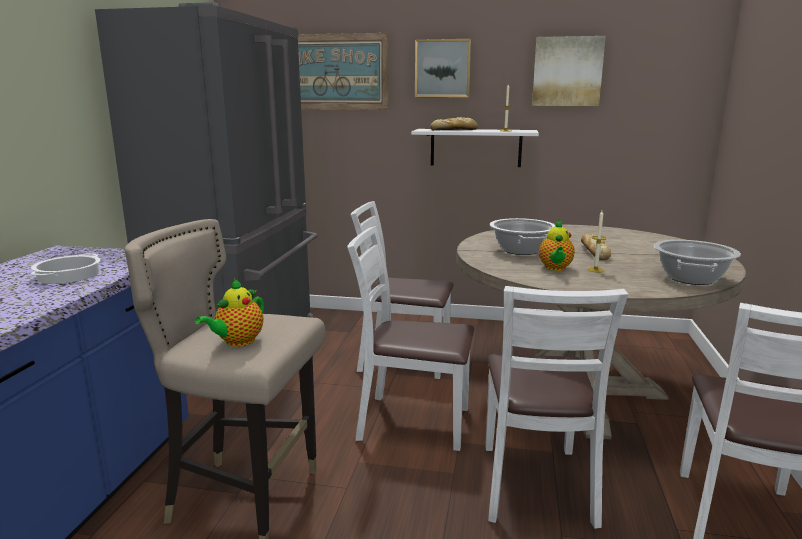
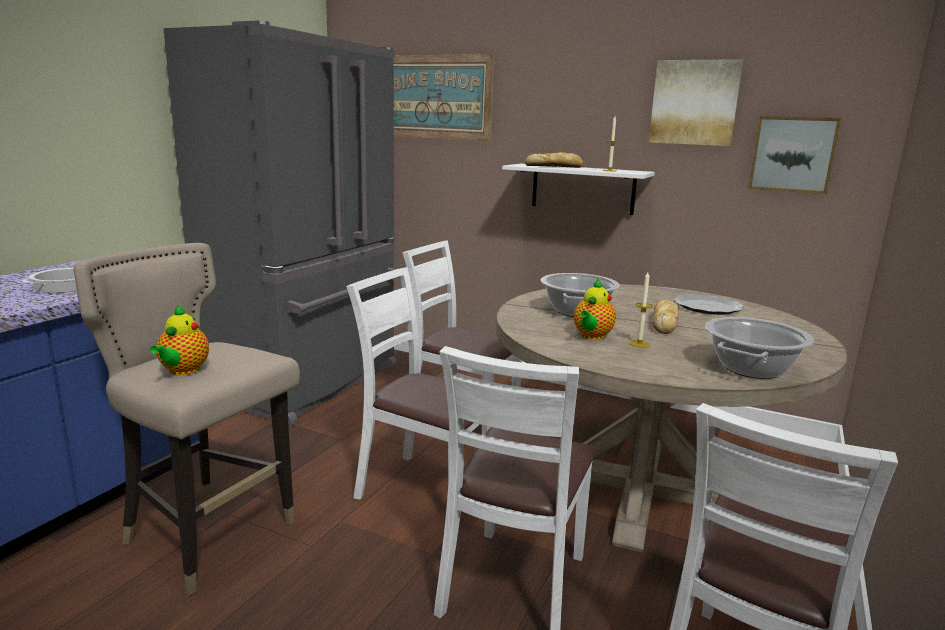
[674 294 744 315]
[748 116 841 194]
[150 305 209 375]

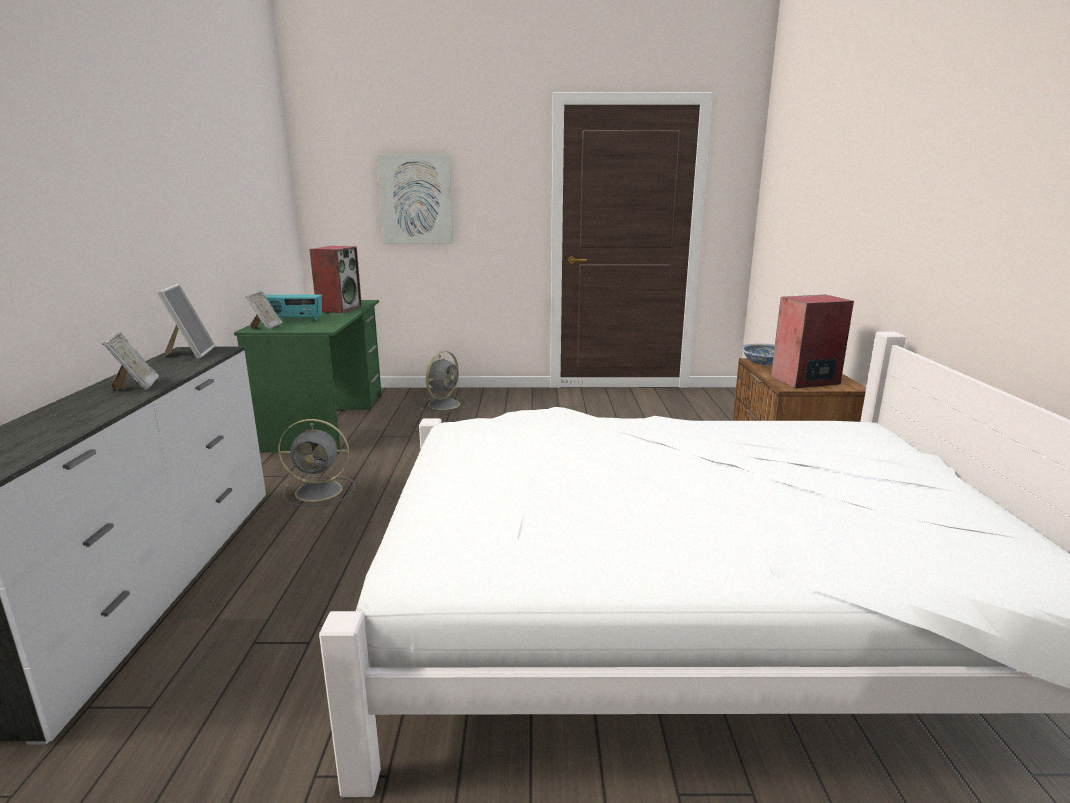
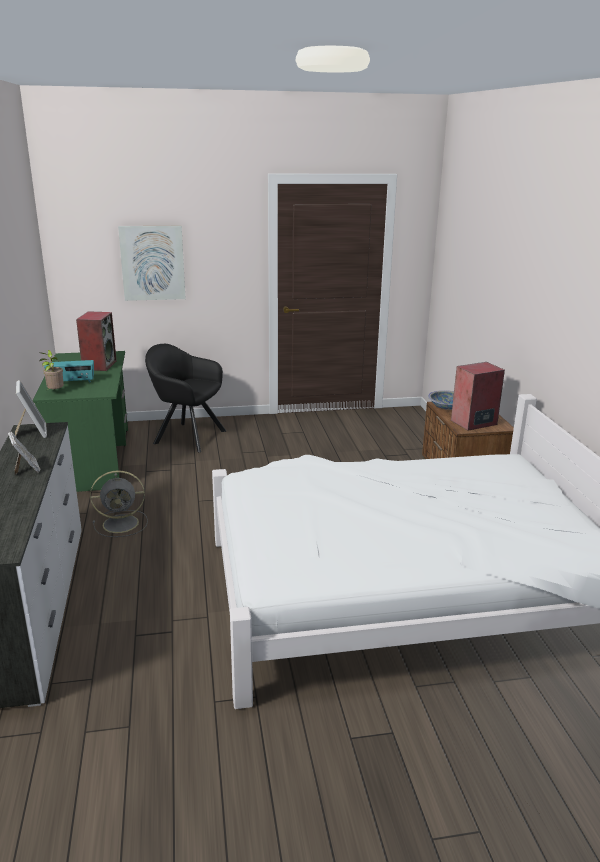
[39 350 64 390]
[145 344 226 453]

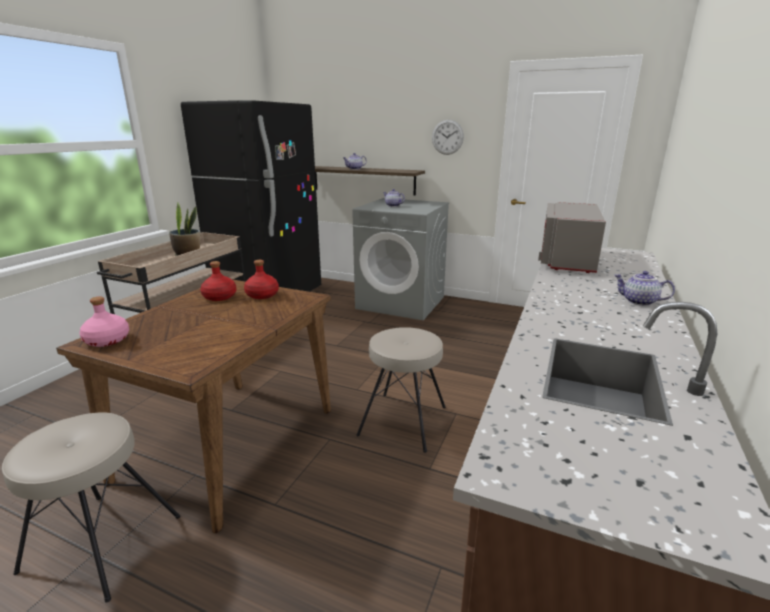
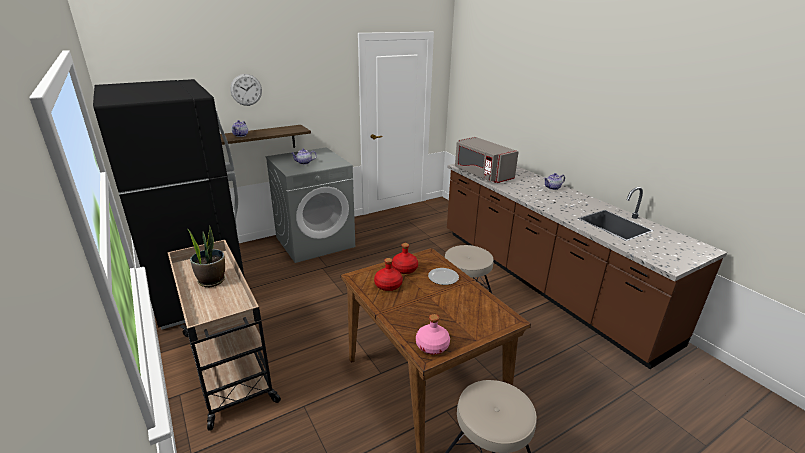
[428 268 459 285]
[230 74 262 106]

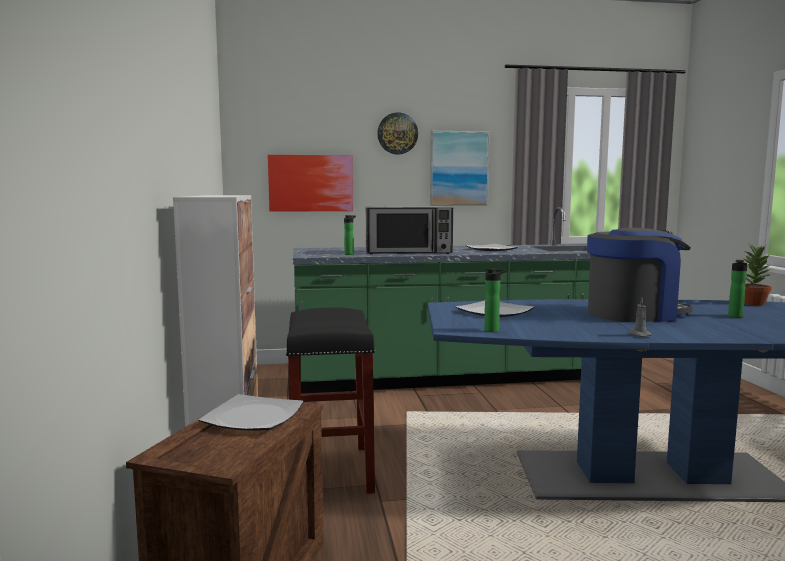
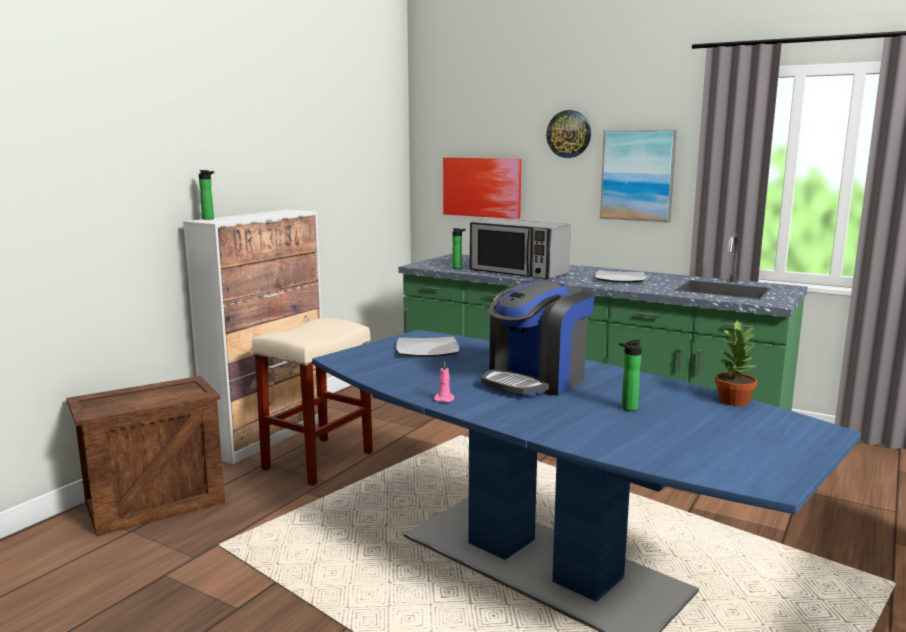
[199 394 303 431] (first image)
[199 170 214 220]
[252 318 373 486]
[434 361 454 402]
[481 281 595 397]

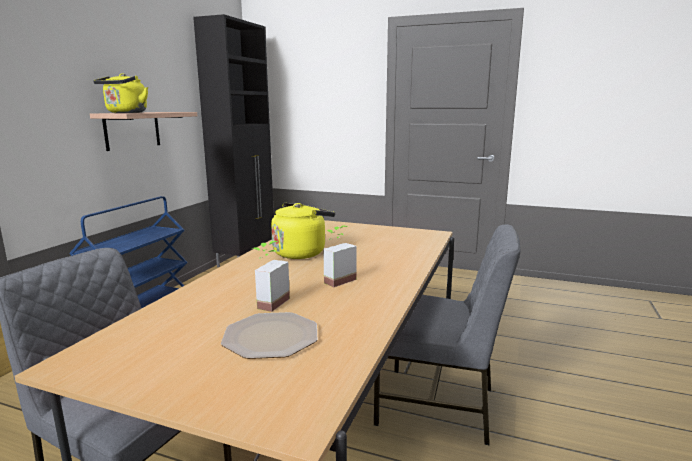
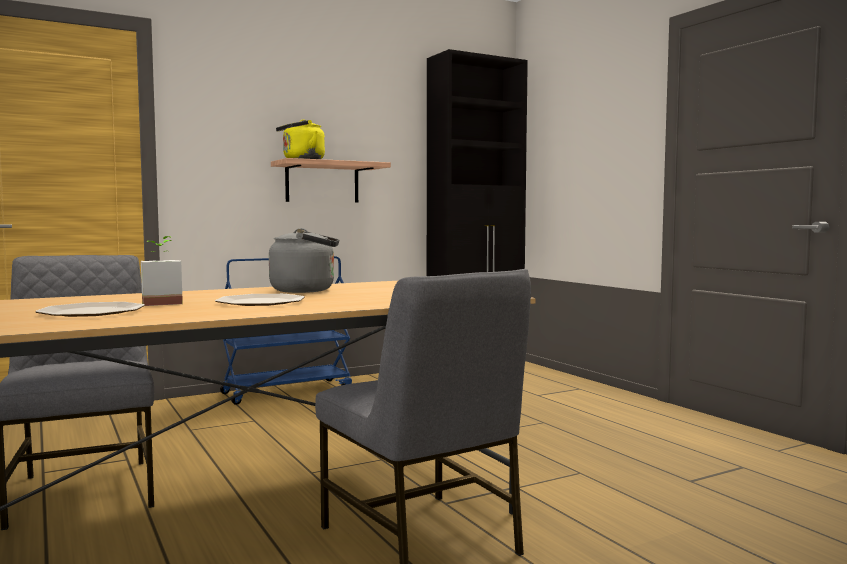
[215 294 304 306]
[269 228 339 293]

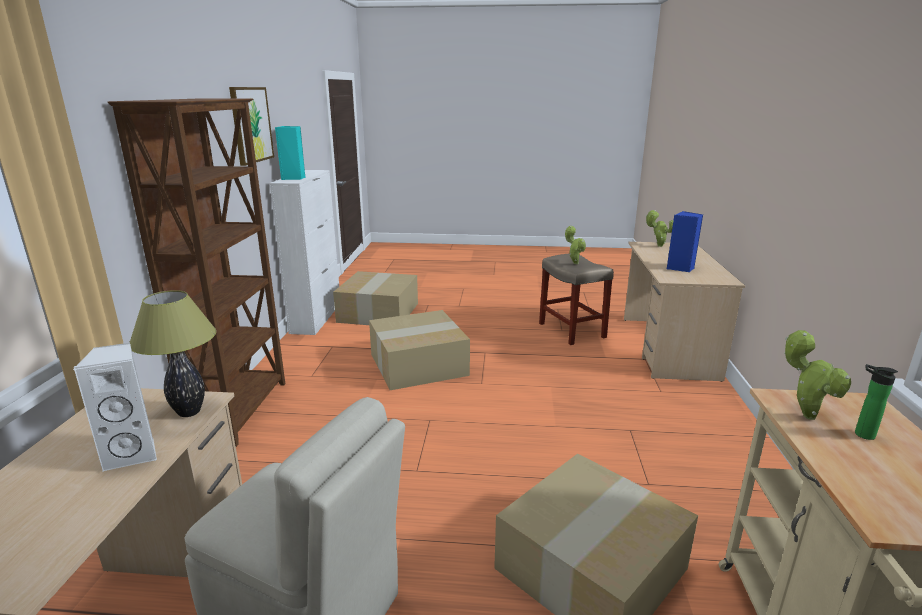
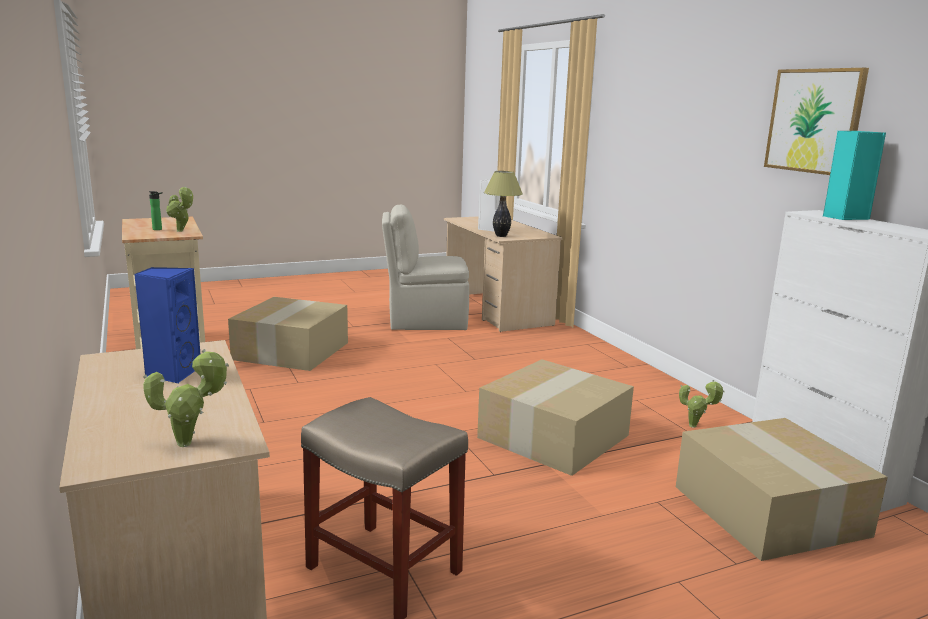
[107 98 285 447] (first image)
[679 380 725 428]

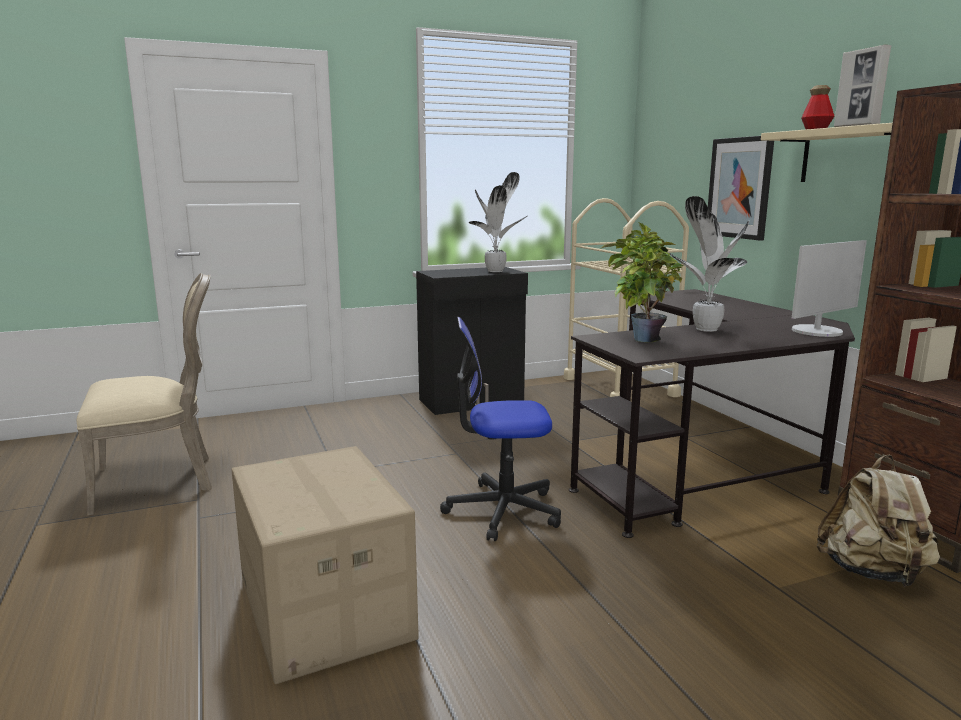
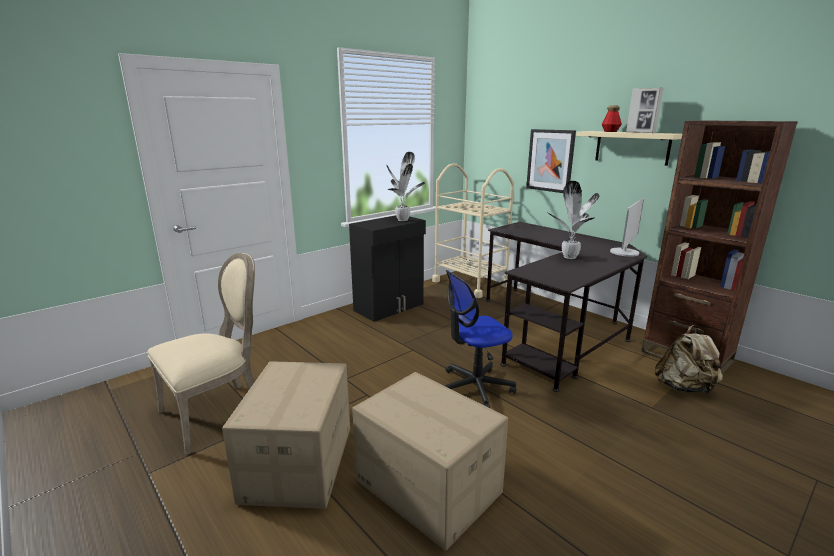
[600 222 684 342] (first image)
[222 361 350 509]

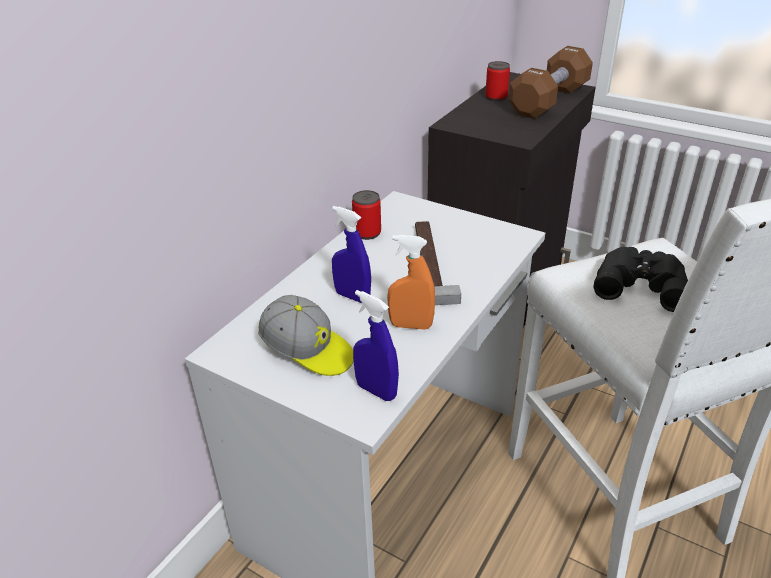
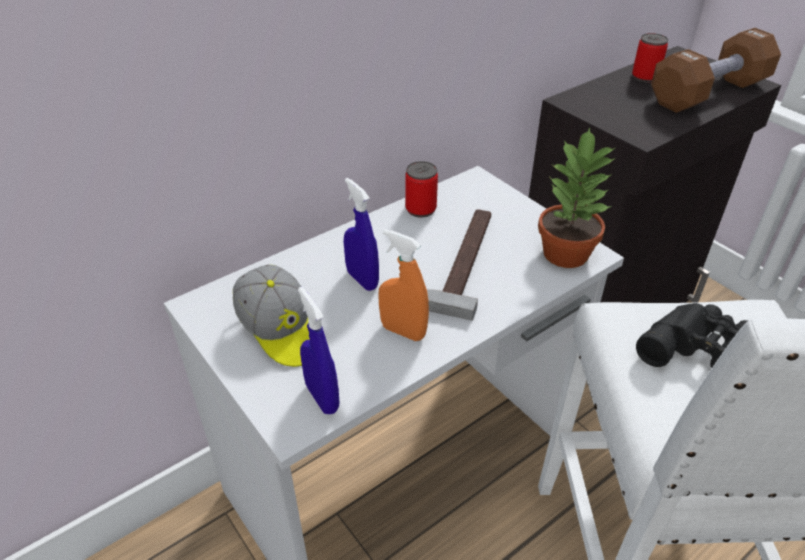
[538 128 616 268]

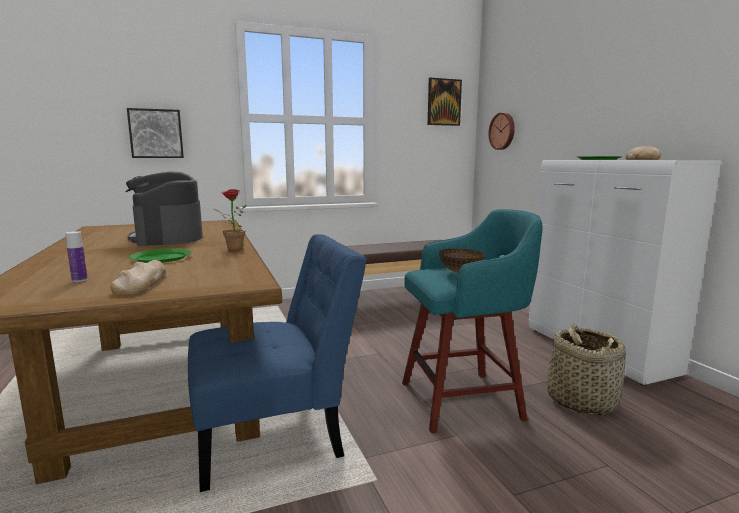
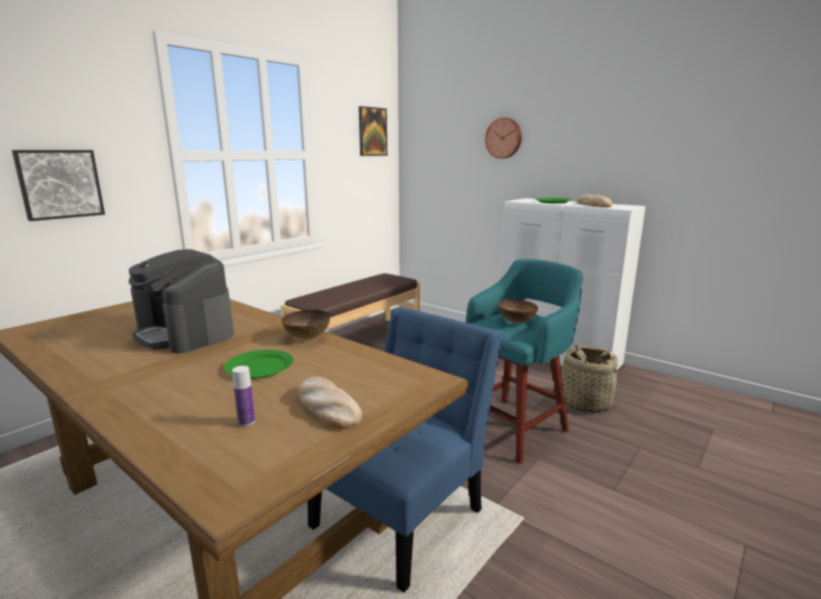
[485 117 522 159]
[281 310 330 339]

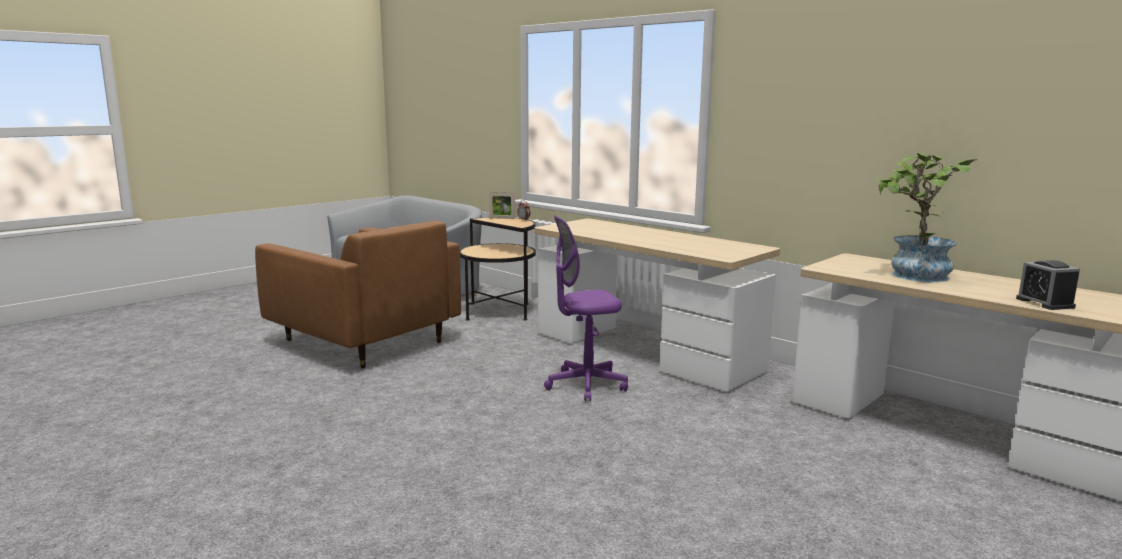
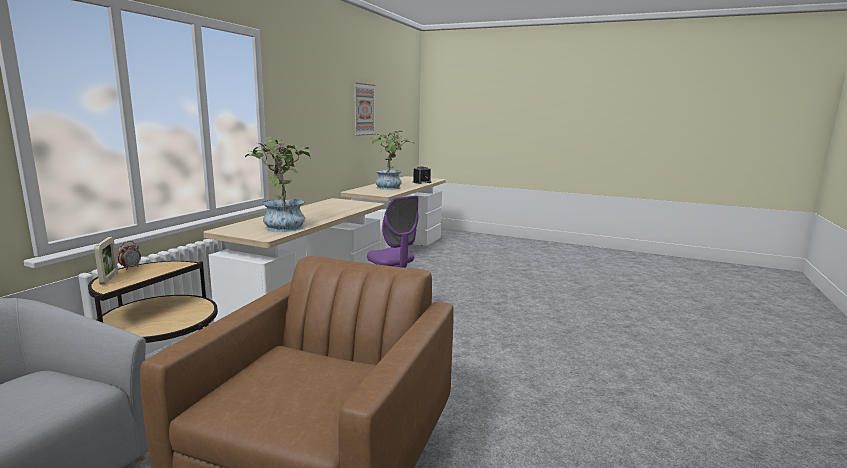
[245 137 311 232]
[354 82 376 136]

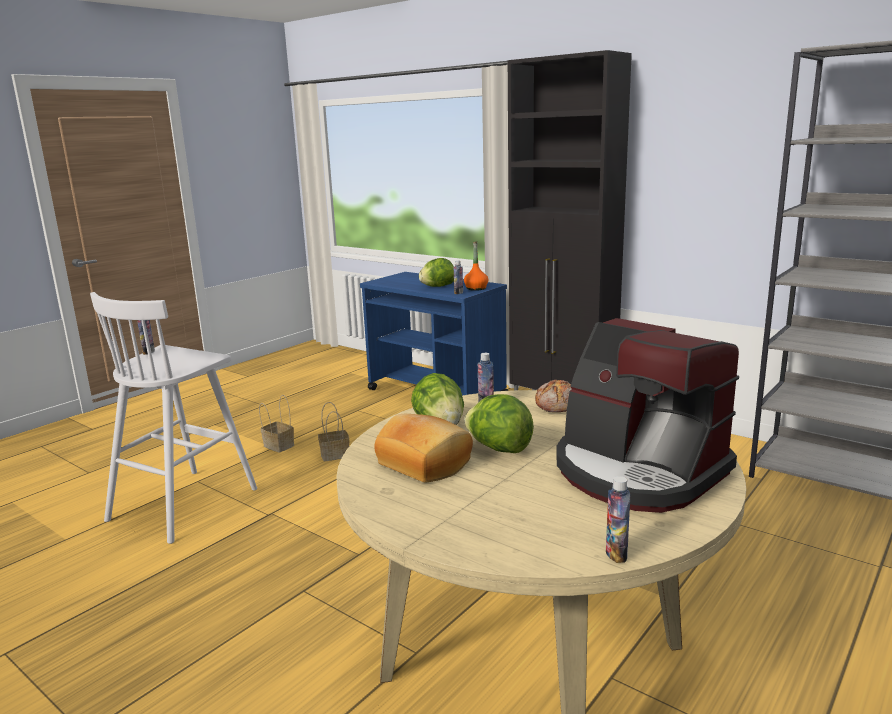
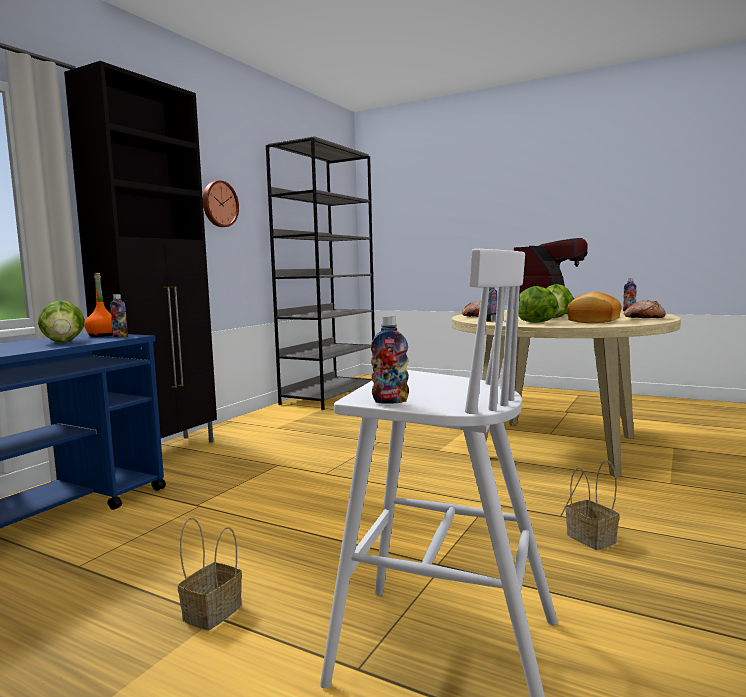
[203 180 239 227]
[624 300 666 318]
[565 461 620 550]

